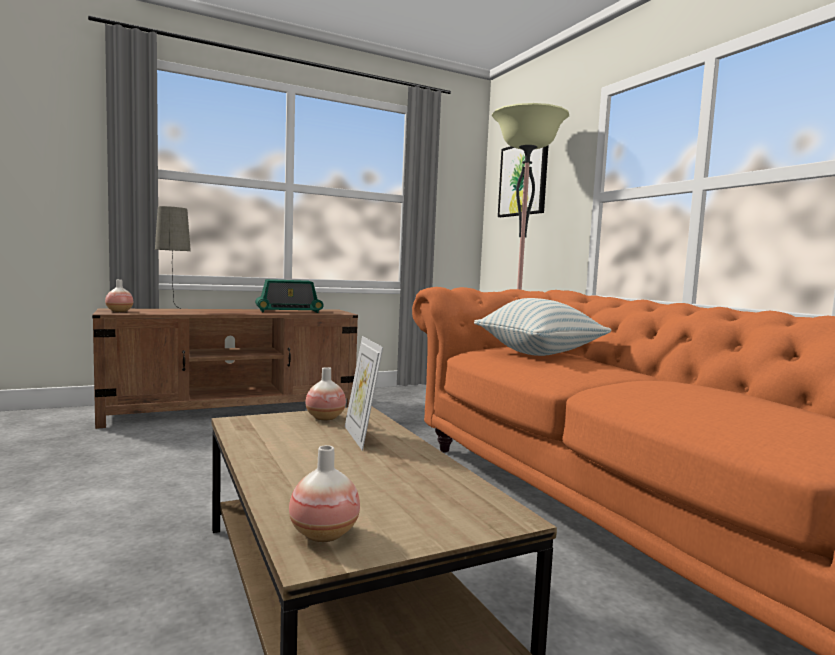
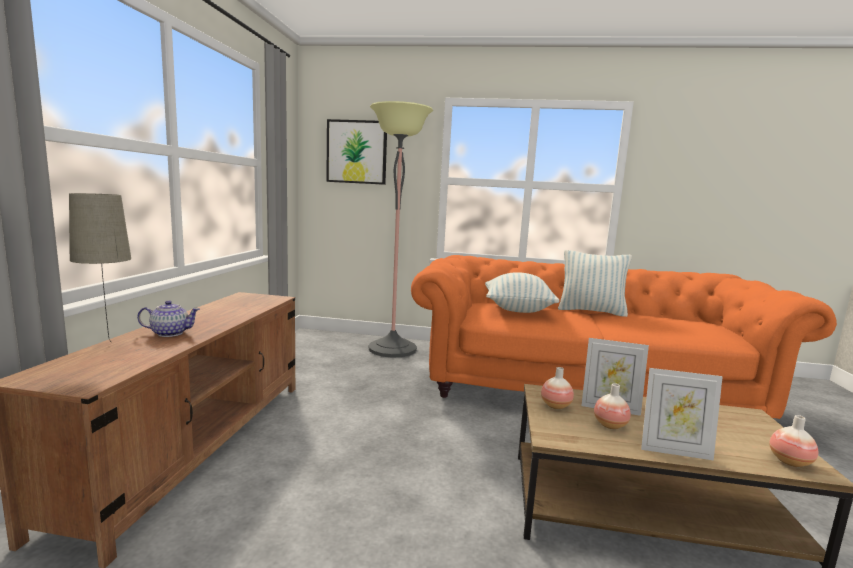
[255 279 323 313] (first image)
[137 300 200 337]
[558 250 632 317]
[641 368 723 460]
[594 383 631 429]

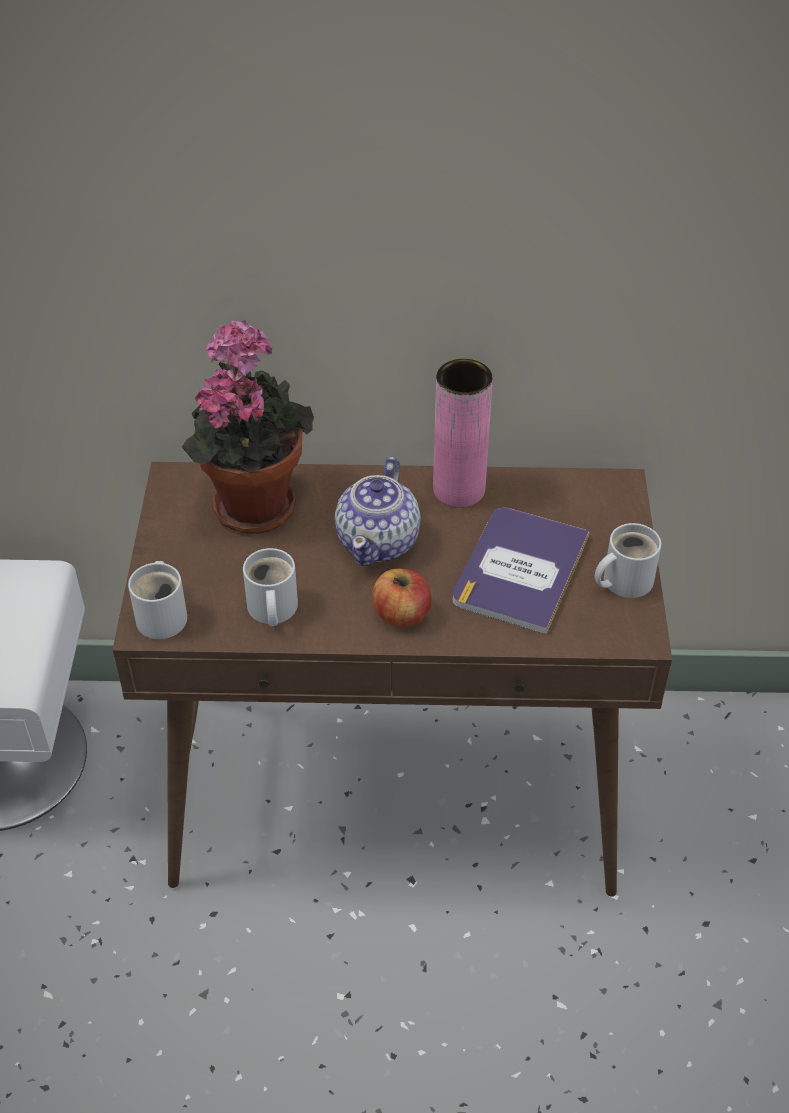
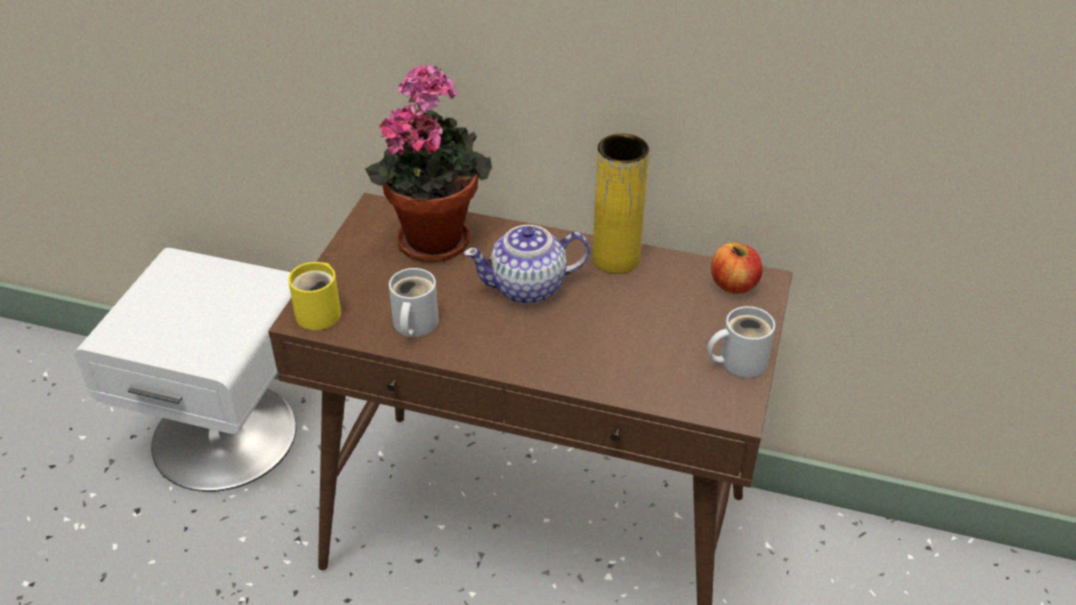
[453 507 590 634] (first image)
[711 242 762 294]
[288 262 341 330]
[592 134 649 274]
[463 225 590 304]

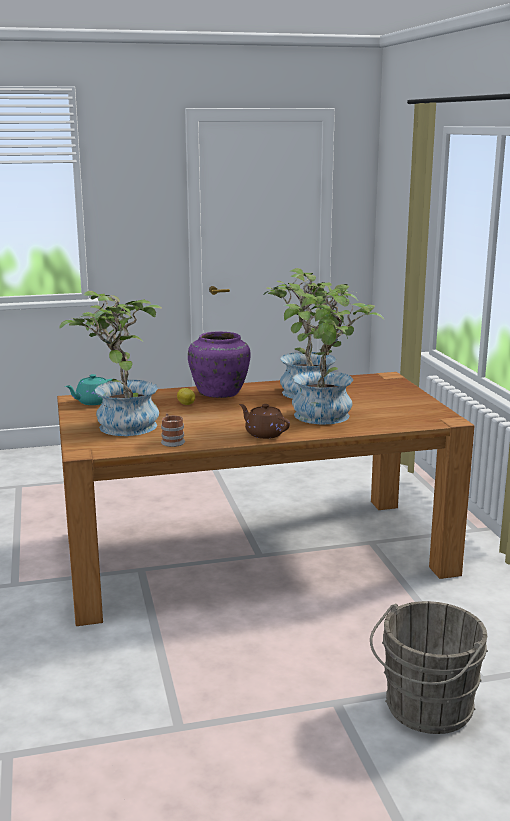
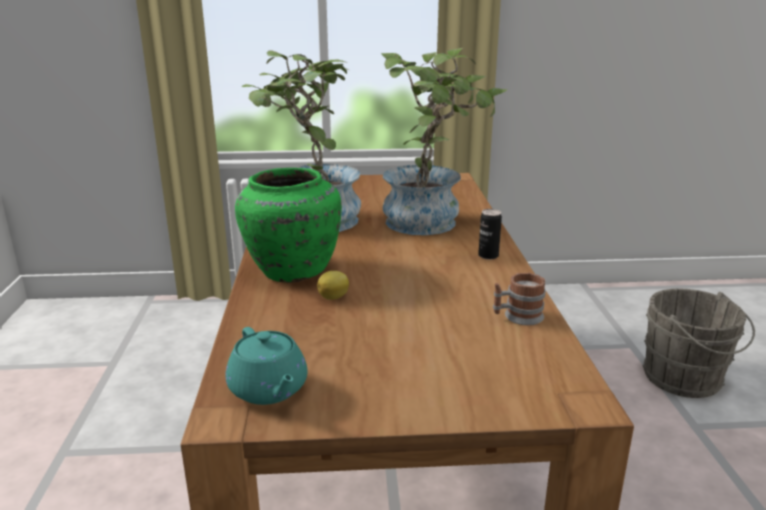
[60 291 162 436] (first image)
[478 209 502 260]
[235 168 342 283]

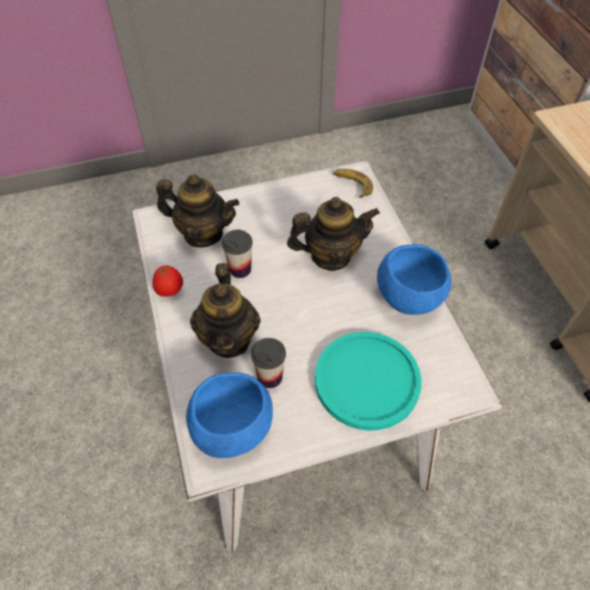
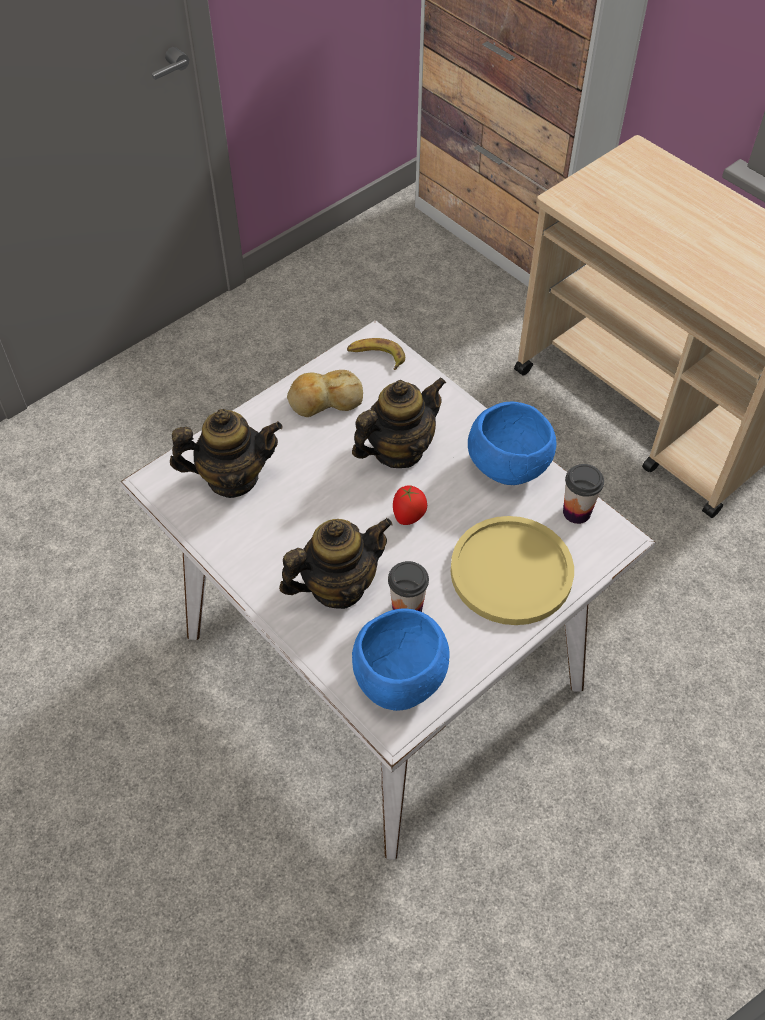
[287 370 363 417]
[393 485 427 525]
[563 464 604 524]
[451 516 574 625]
[279 518 393 609]

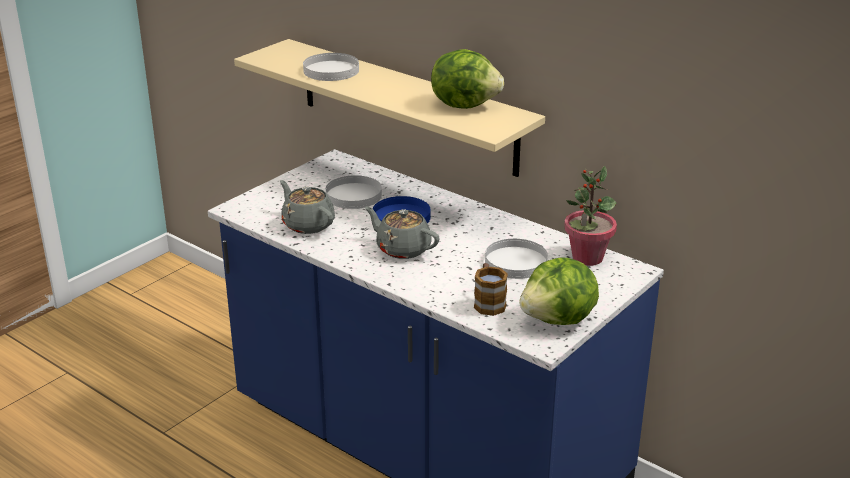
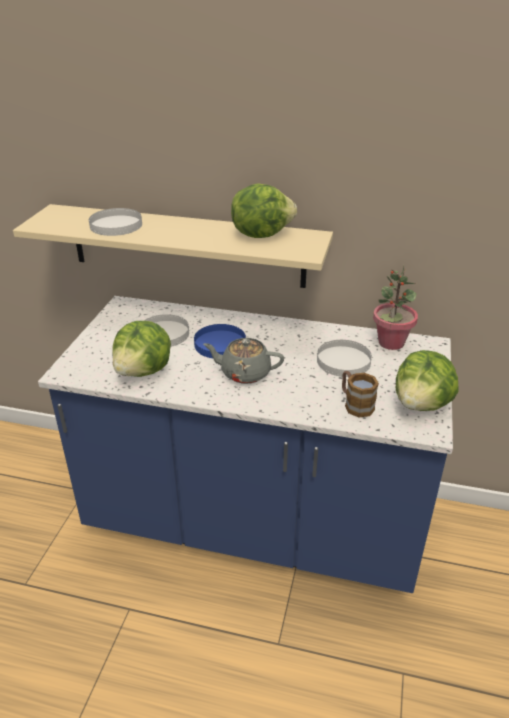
[113 321 171 377]

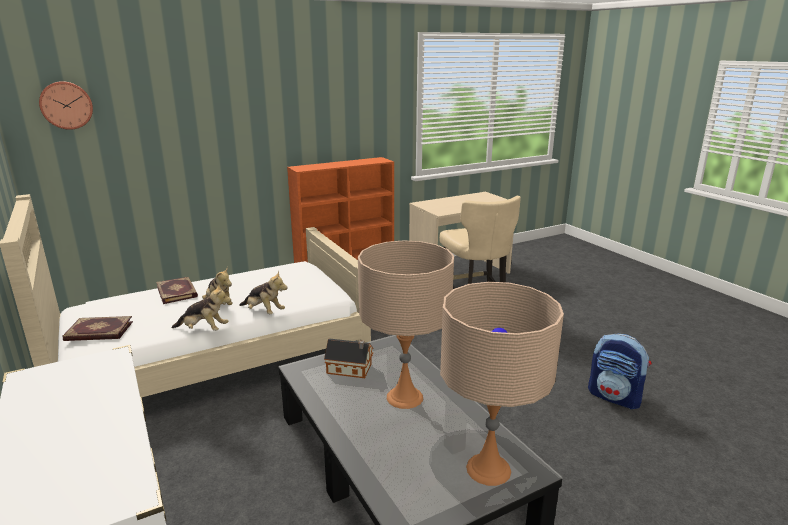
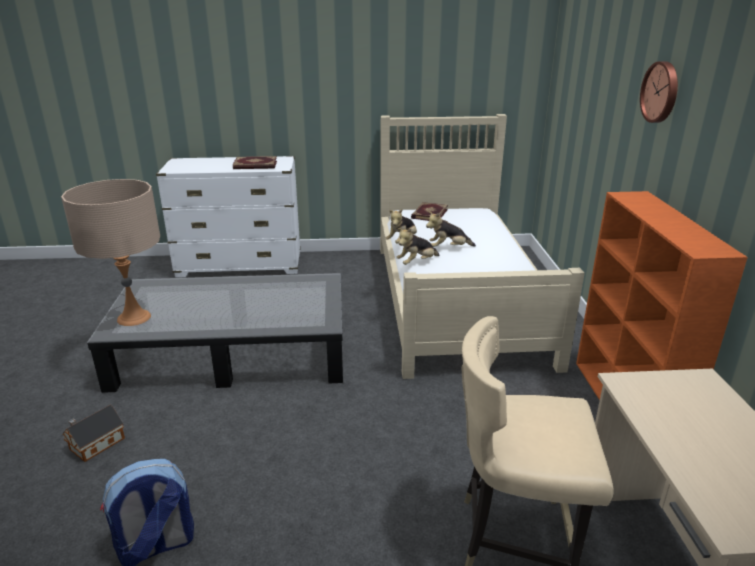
[358 240 454 409] (first image)
[640 61 678 123]
[233 156 277 169]
[62 405 125 462]

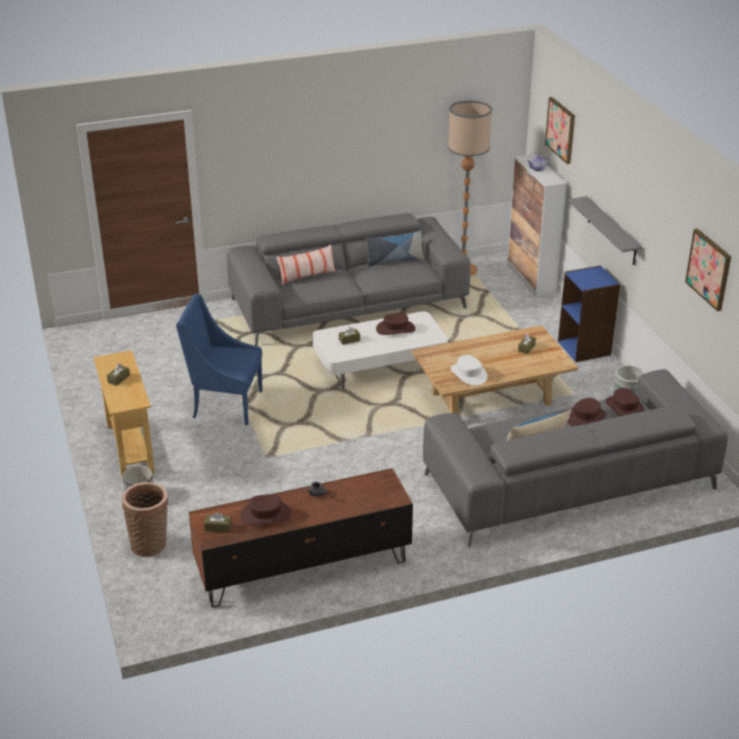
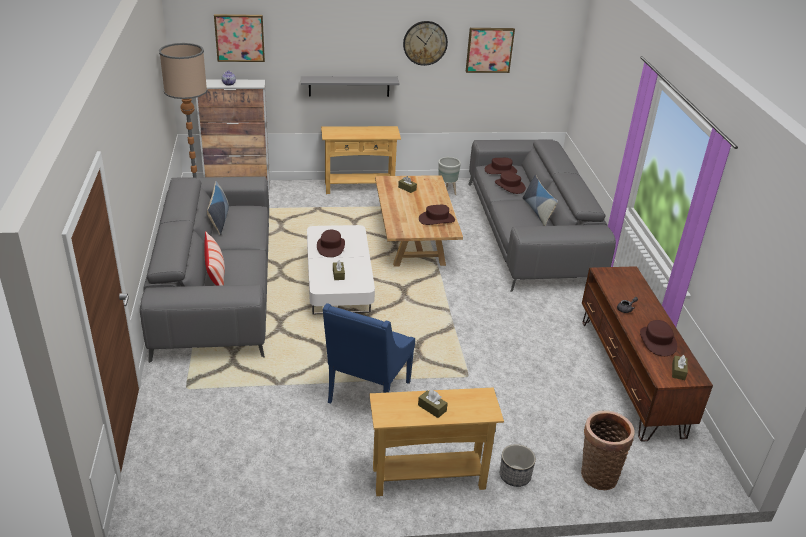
[403 21 448 66]
[321 126 401 194]
[419 205 455 225]

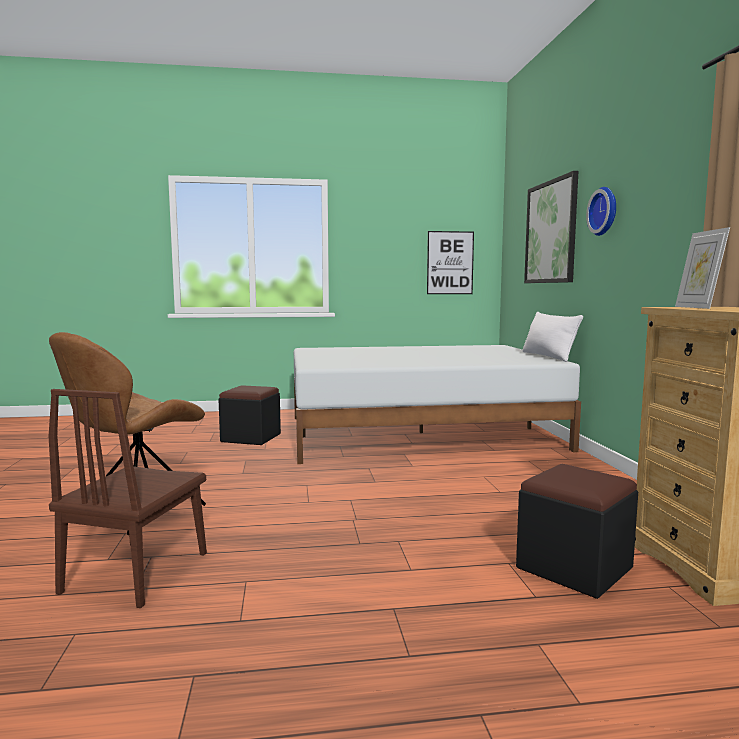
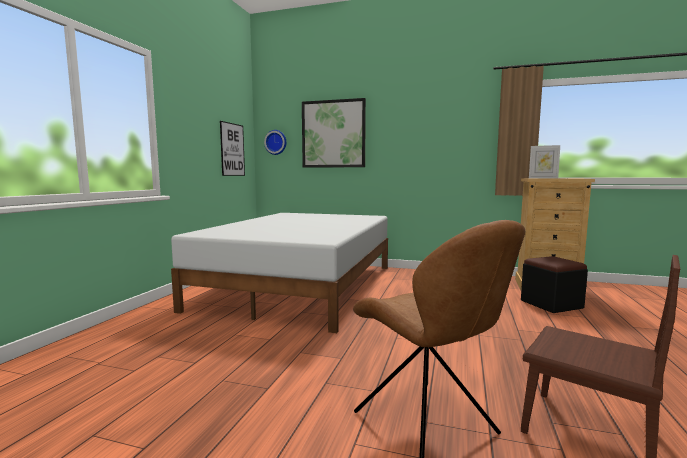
[218 386 281 445] (first image)
[522 312 583 362] (first image)
[264 130 287 155]

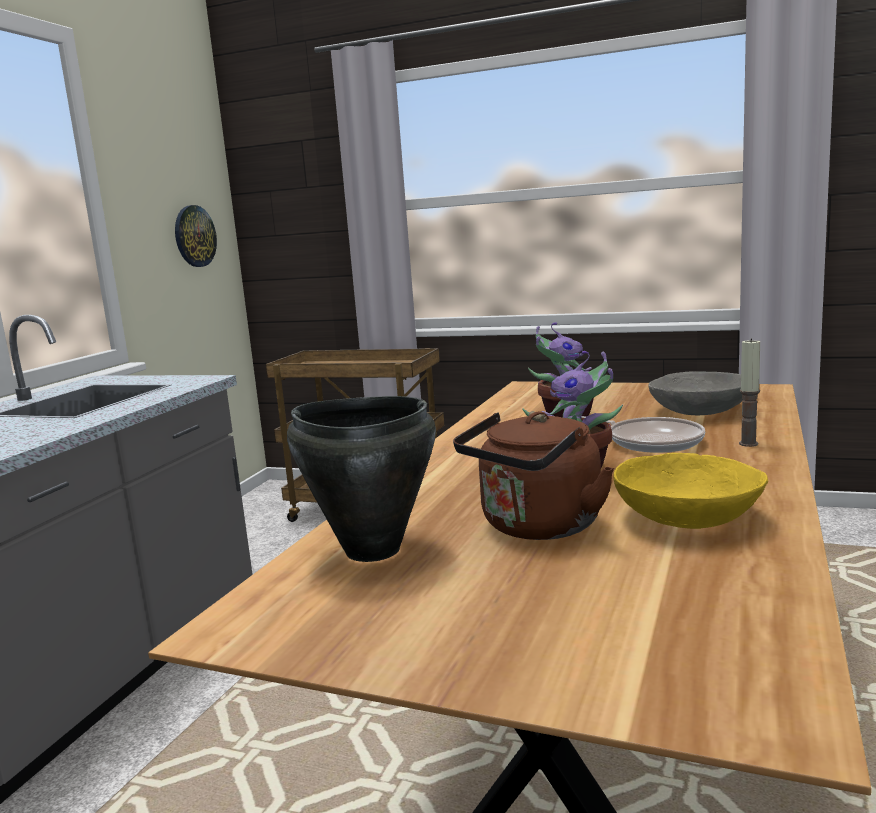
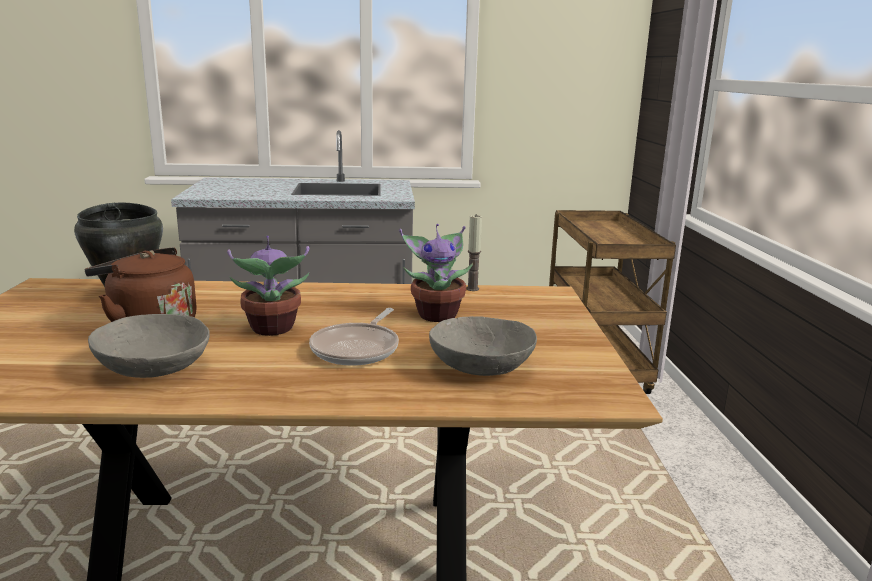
[175 205 217 267] (first image)
[466 215 482 291]
[88 314 210 378]

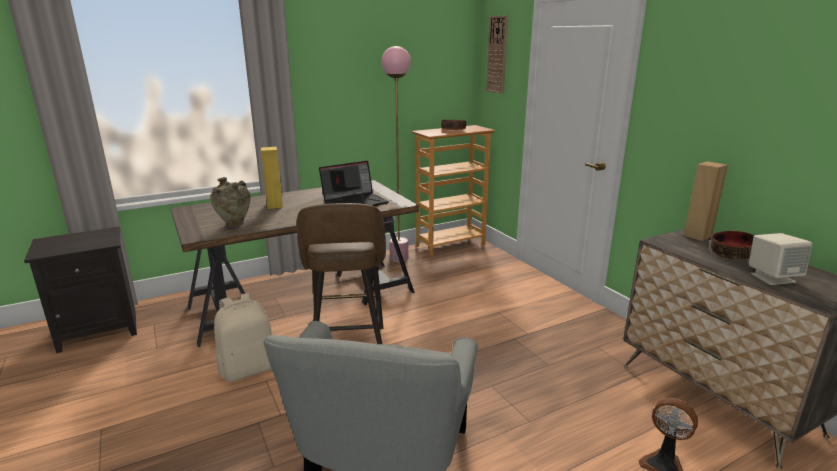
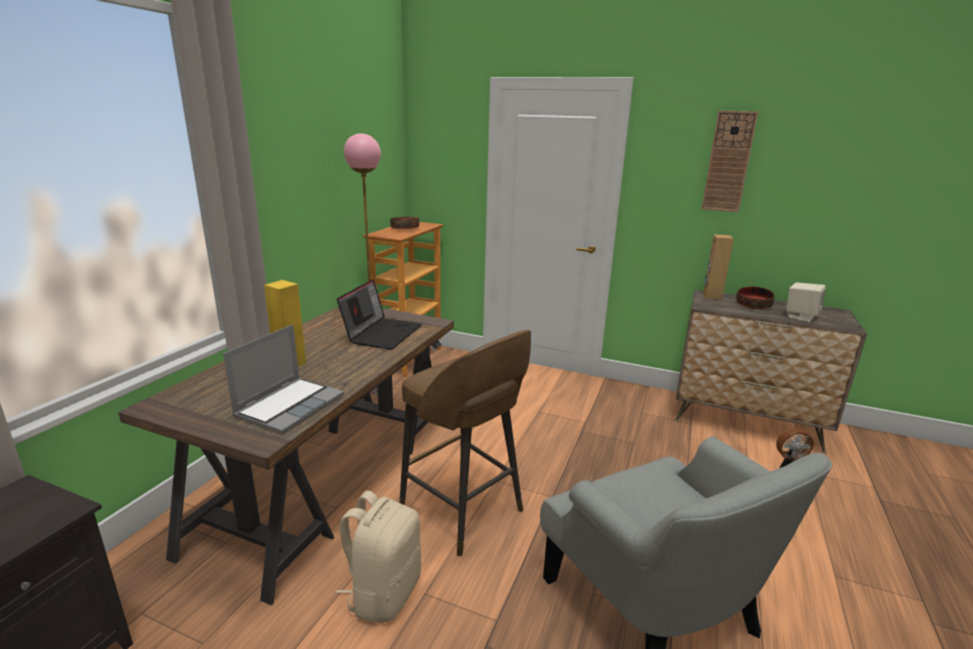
[702 111 759 212]
[223 324 344 434]

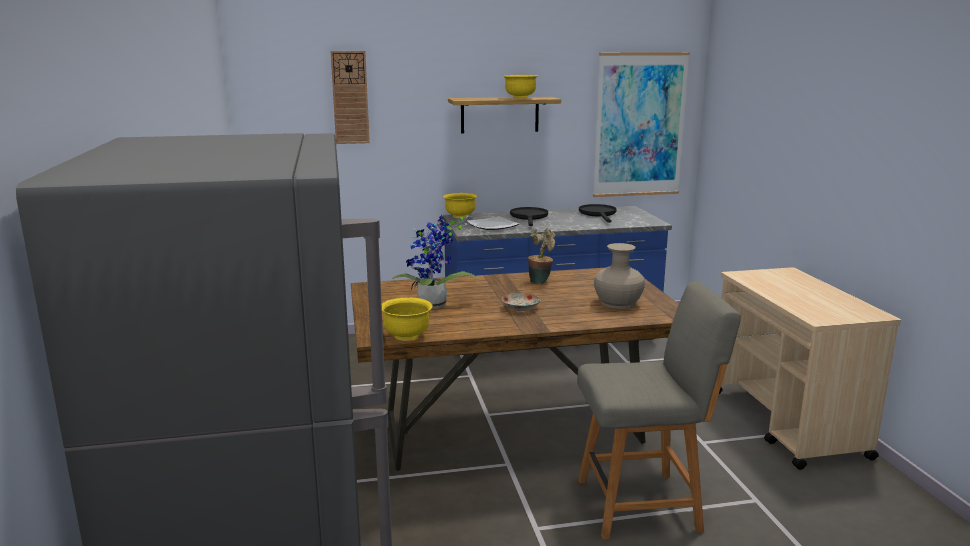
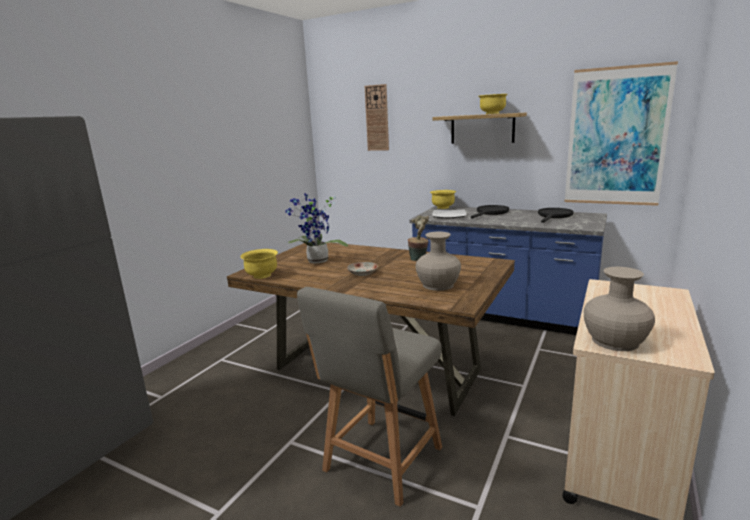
[584 267 655 351]
[297 287 442 507]

